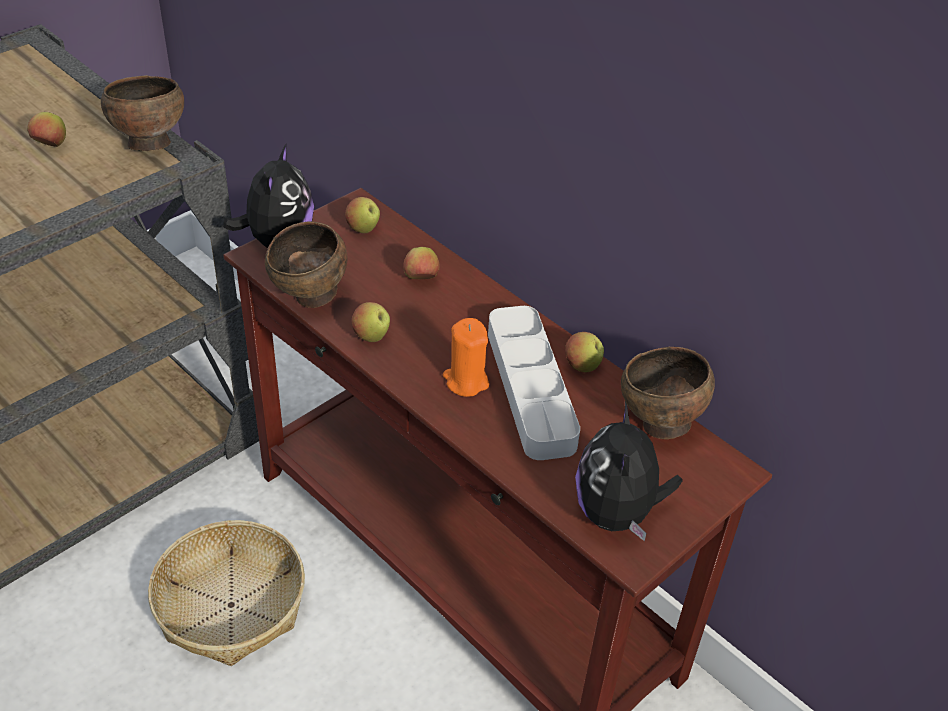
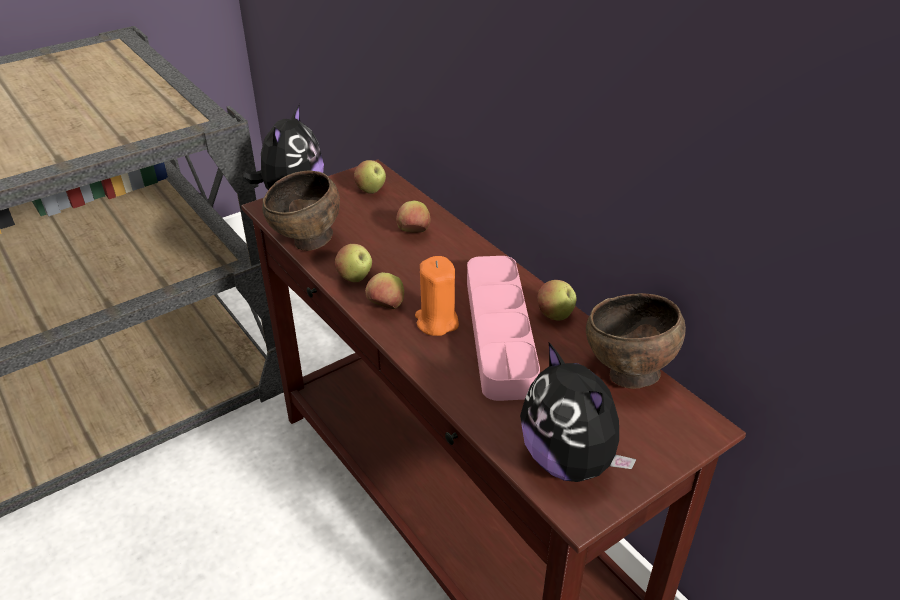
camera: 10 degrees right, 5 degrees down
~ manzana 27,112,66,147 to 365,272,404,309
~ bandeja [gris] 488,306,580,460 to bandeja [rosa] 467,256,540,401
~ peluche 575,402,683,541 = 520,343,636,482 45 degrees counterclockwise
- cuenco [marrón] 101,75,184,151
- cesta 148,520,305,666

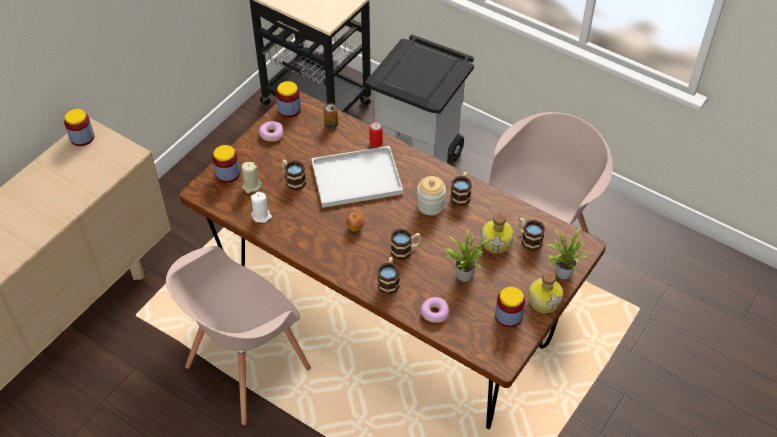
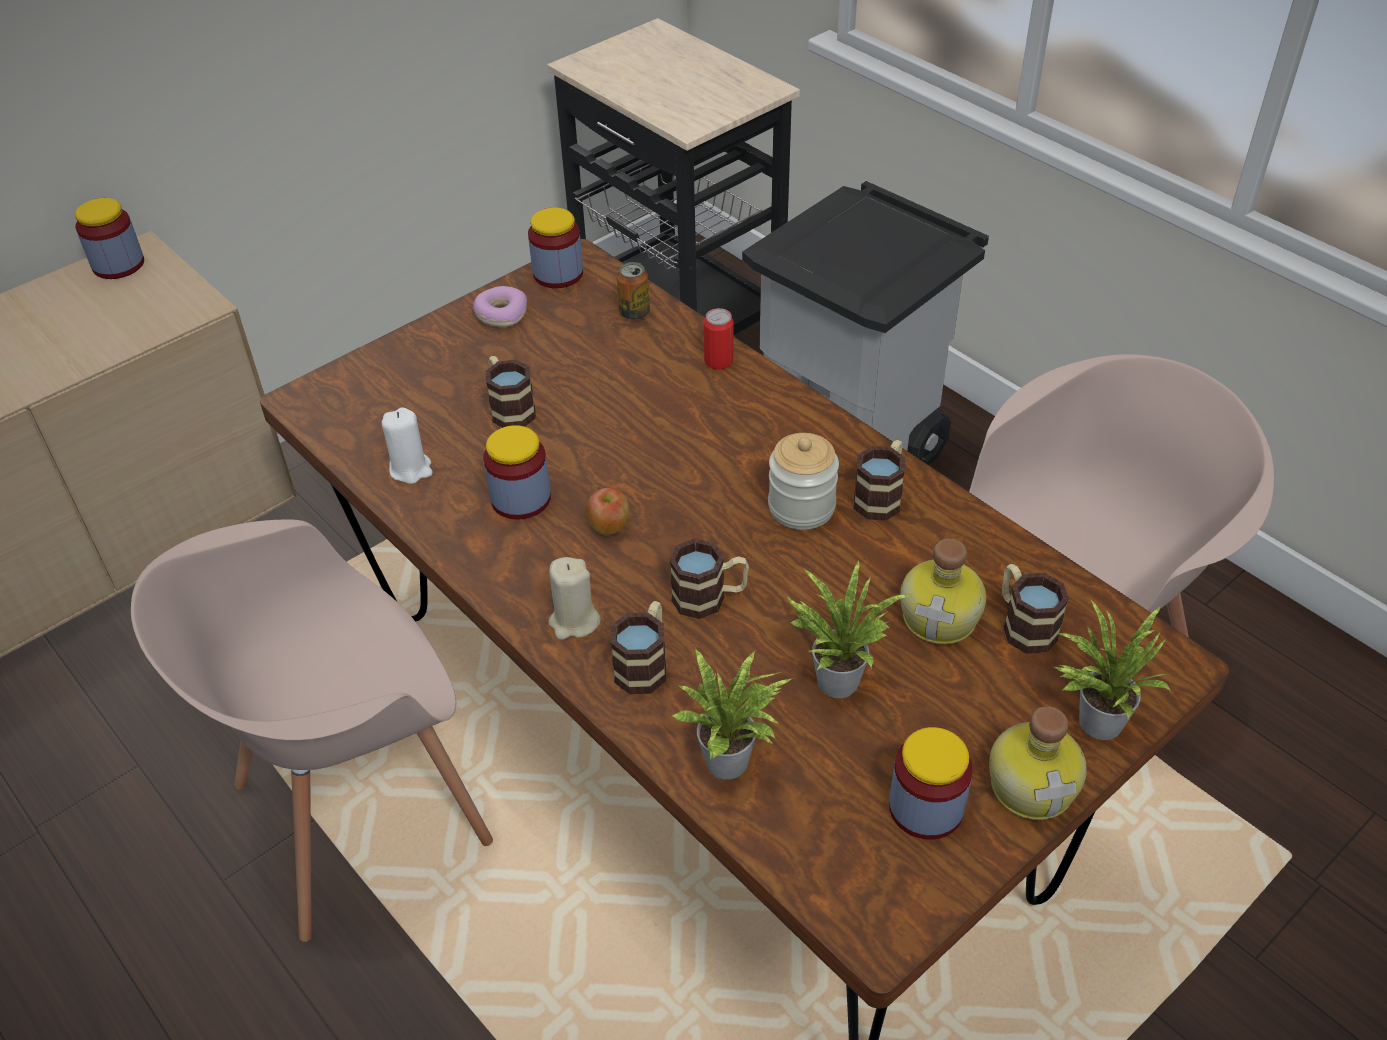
camera: 15 degrees right, 5 degrees down
~ tarro 212,145,240,183 to 483,425,551,520
~ vela [beis] 241,162,262,193 to 548,557,601,640
~ rosquilla 421,297,449,323 to planta en maceta 671,647,791,780
- bandeja [blanco] 311,146,403,208

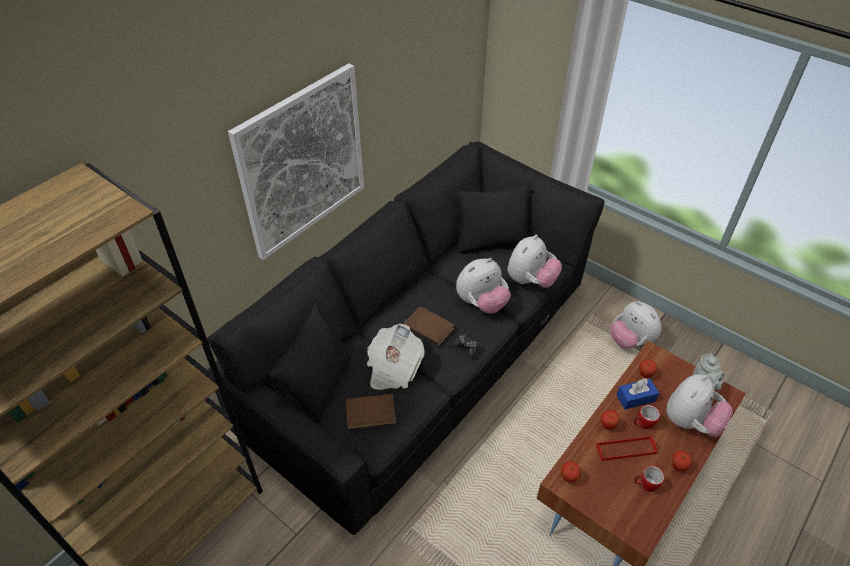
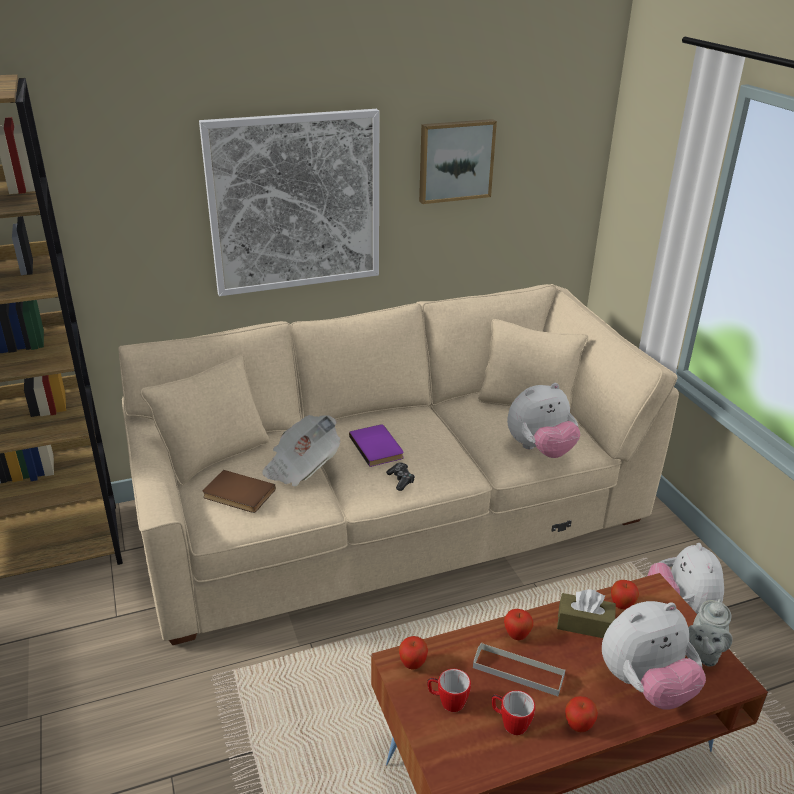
camera: 30 degrees right, 15 degrees down
~ sofá [negro] 207,141,605,535 to sofá [beis] 118,284,679,645
~ libro [marrón] 403,307,454,346 to libro [morado] 349,424,404,467
+ cuadro 419,119,497,204
~ taza grande 634,405,660,429 to 427,669,471,712
~ bandeja [rojo] 596,436,657,461 to bandeja [gris] 473,642,566,696
~ caja de pañuelos [azul] 616,379,659,409 to caja de pañuelos [marrón] 557,589,616,638
- peluche 456,258,511,314

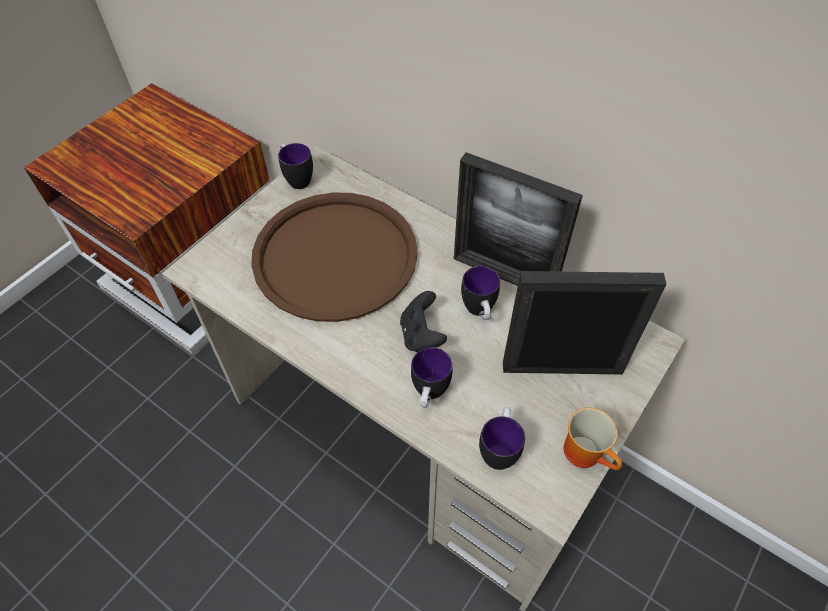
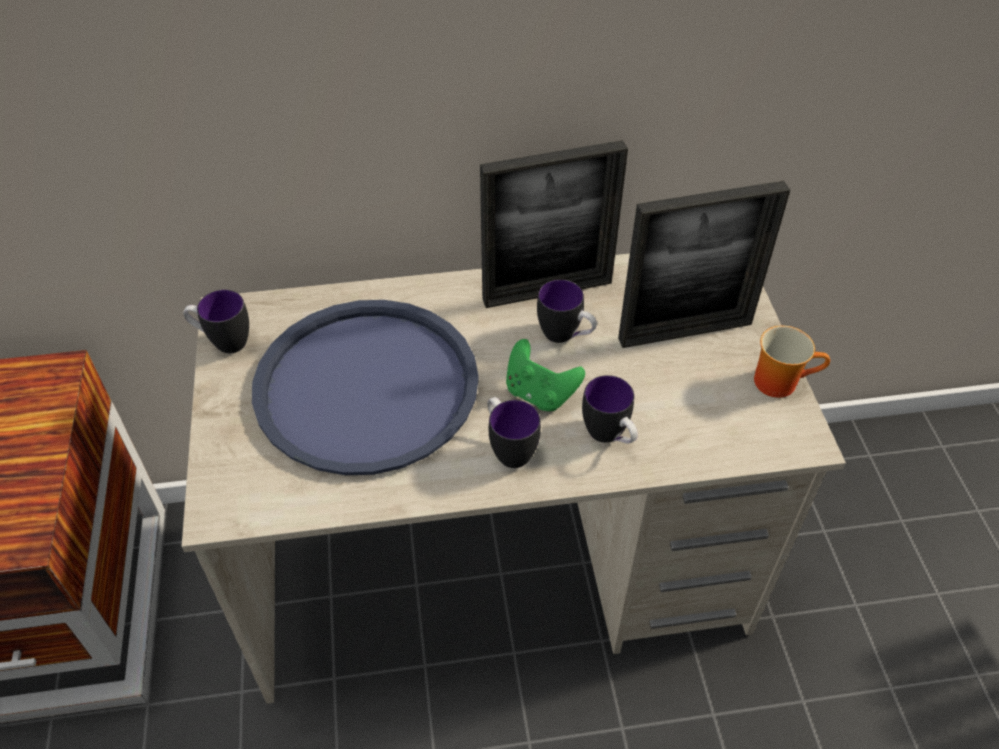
camera: 45 degrees left, 5 degrees down
~ bandeja [marrón] 251,193,417,322 to bandeja [azul] 252,300,479,475
~ taza grande 479,407,525,470 to 487,397,541,468
~ mando de consola [negro] 400,291,447,352 to mando de consola [verde] 506,339,585,411
~ portarretratos 503,271,666,374 = 618,181,790,348 150 degrees counterclockwise

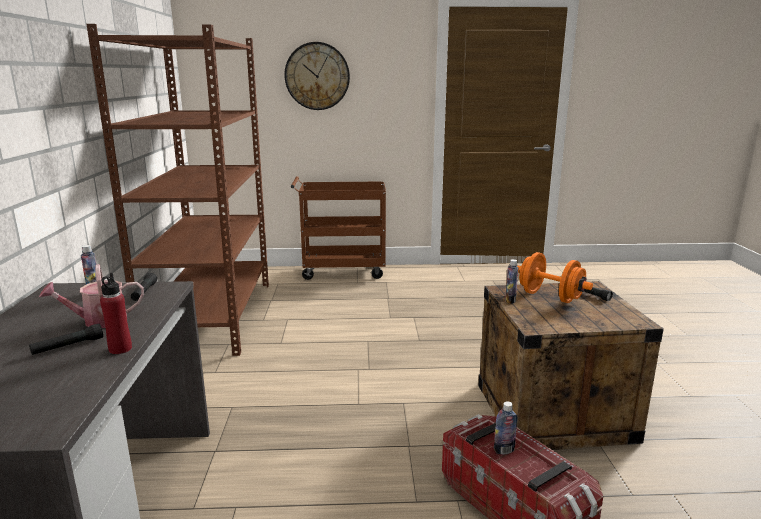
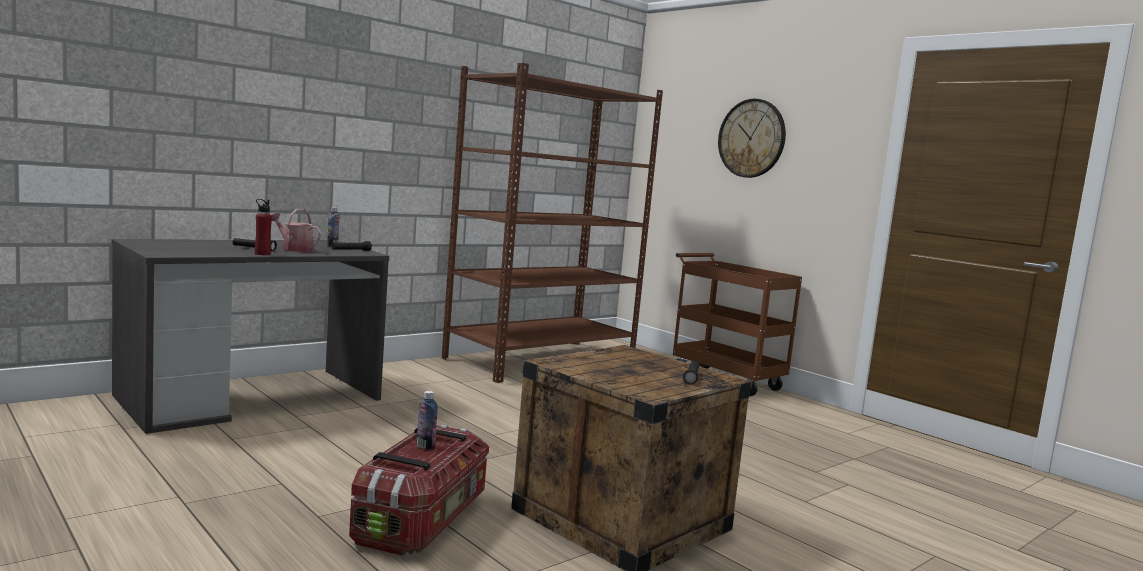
camera: 50 degrees right, 10 degrees down
- botella 505,259,519,304
- mancuerna [naranja] 517,252,593,303

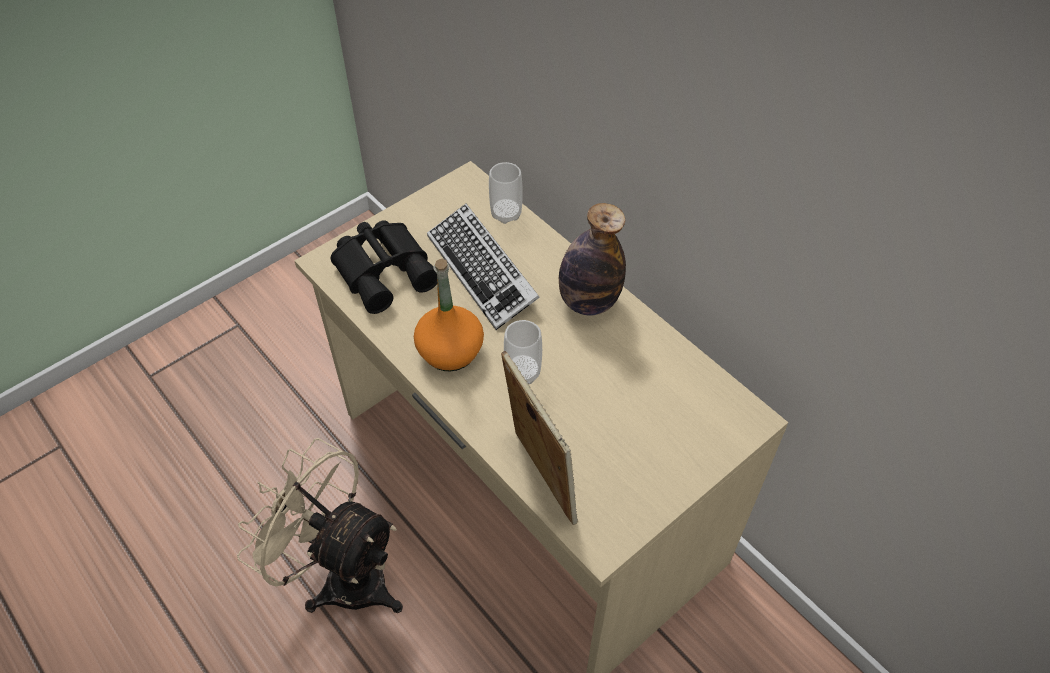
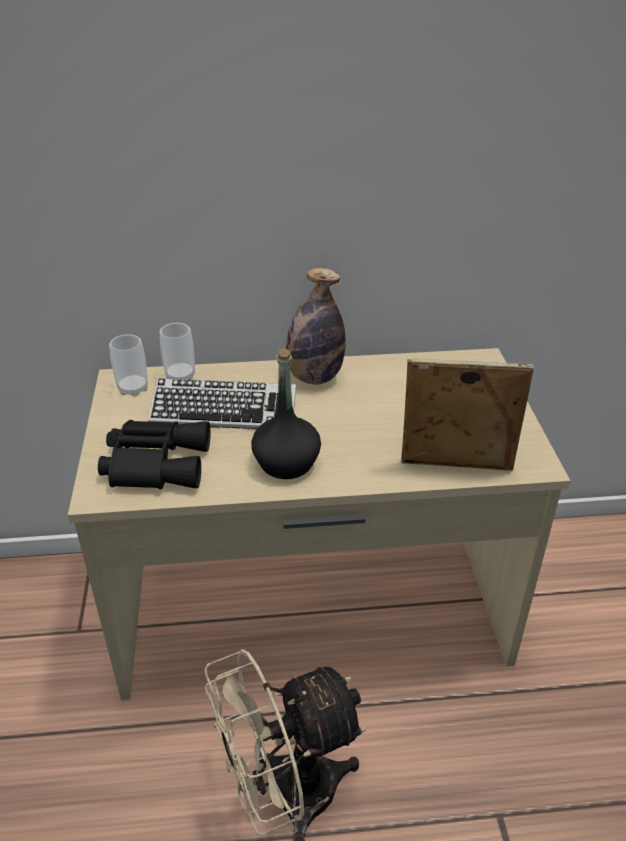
camera: 55 degrees left, 15 degrees down
~ taza 504,320,542,385 to 109,334,148,396
~ botella [naranja] 414,259,484,371 to botella [negro] 251,349,321,479

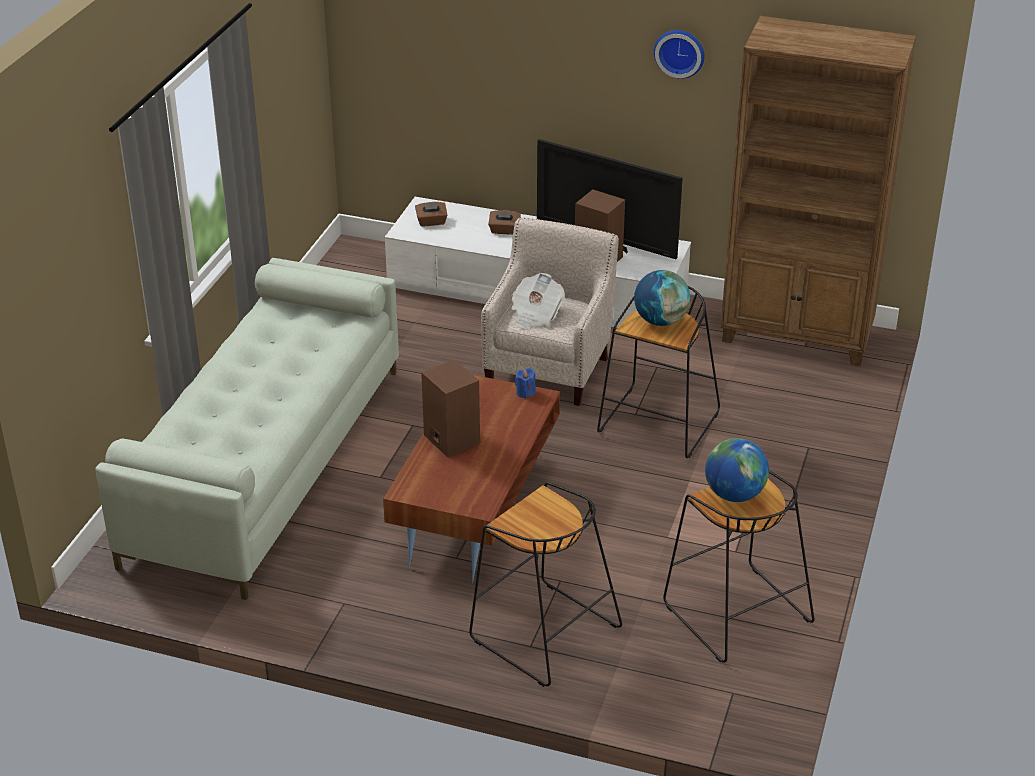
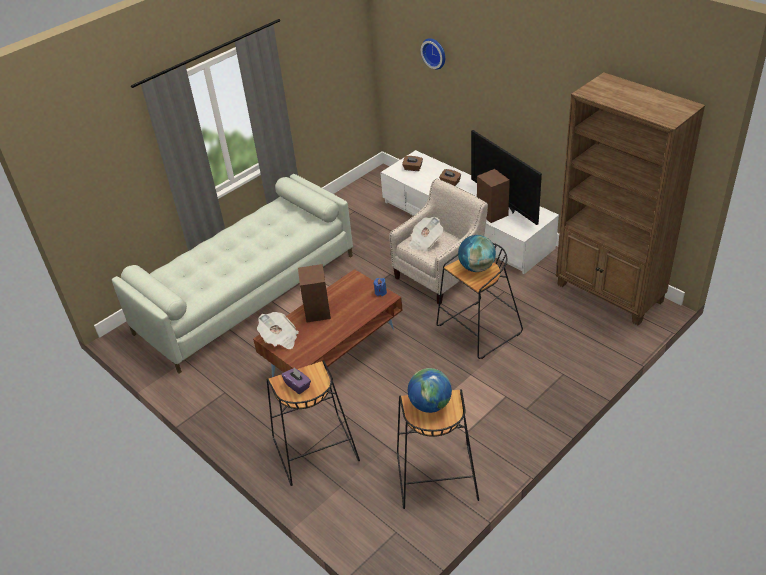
camera: 30 degrees right, 5 degrees up
+ periódico 257,312,299,349
+ caja de pañuelos [morado] 282,368,311,394
~ reloj de pared 654,30,705,79 to 421,38,445,69

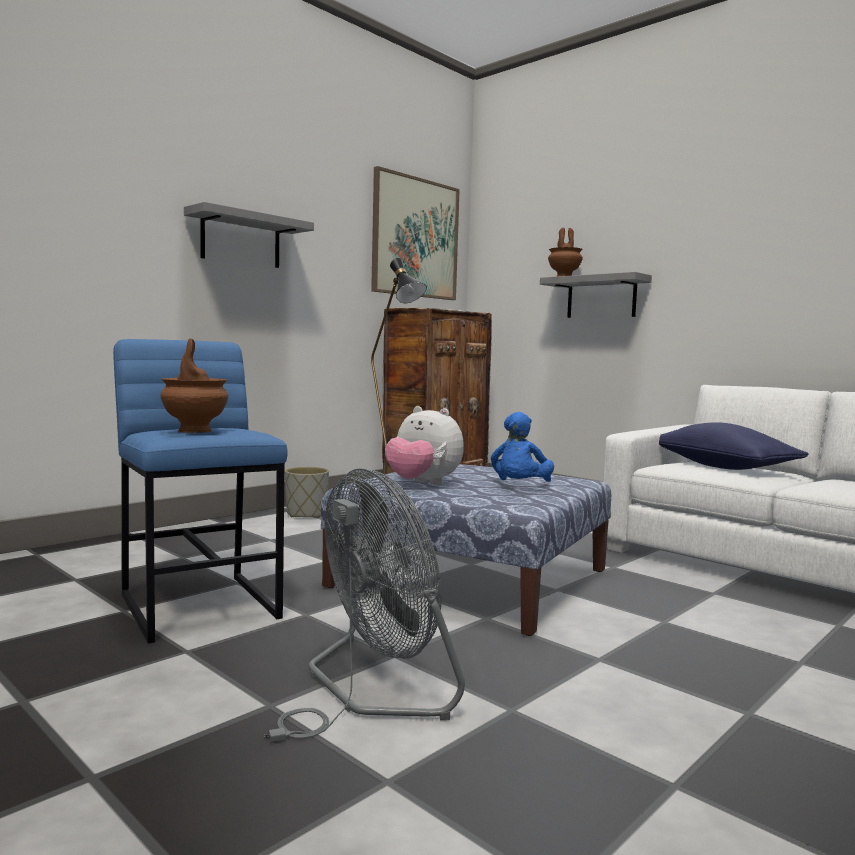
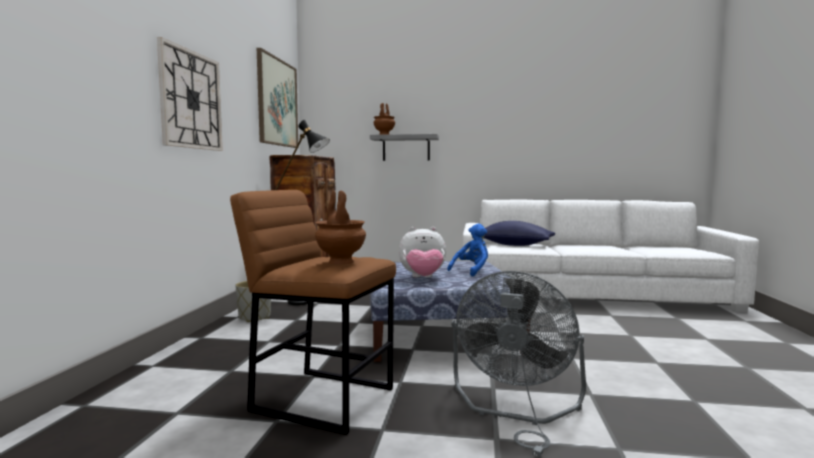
camera: 35 degrees left, 0 degrees up
~ estante [gris] 184,202,314,268 to reloj de pared 157,37,223,151
~ taburete [azul] 113,339,287,644 to taburete [marrón] 230,190,396,435
~ peluche [azul] 491,412,554,482 = 447,224,488,277 120 degrees counterclockwise

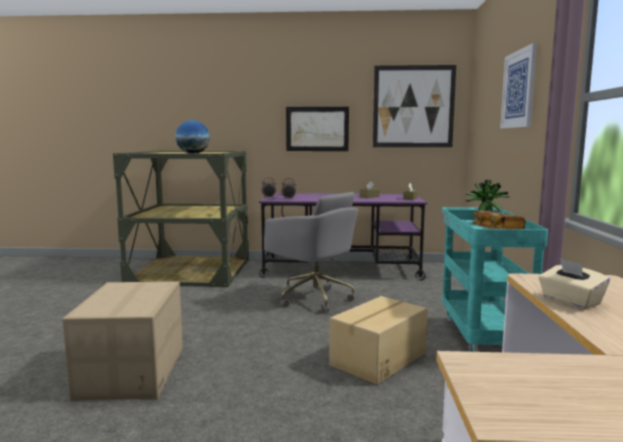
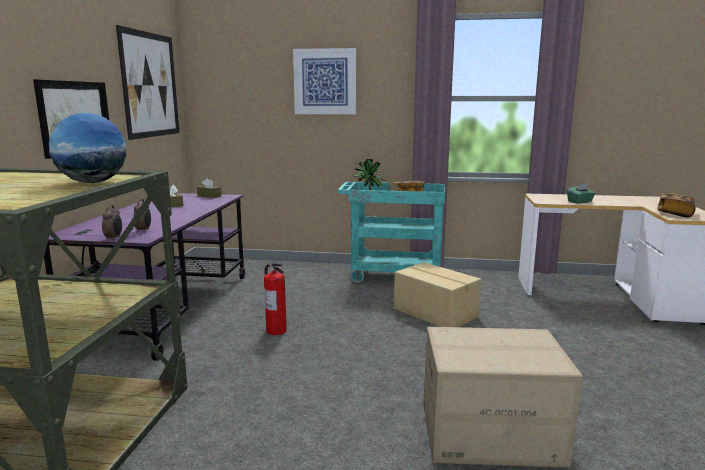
camera: 85 degrees left, 5 degrees up
~ silla de oficina [gris] 264,192,358,312 to extintor 264,263,287,335
~ caja de pañuelos [beis] 539,258,610,309 to caja de pañuelos [verde] 567,184,596,204
+ libro 657,193,695,218

